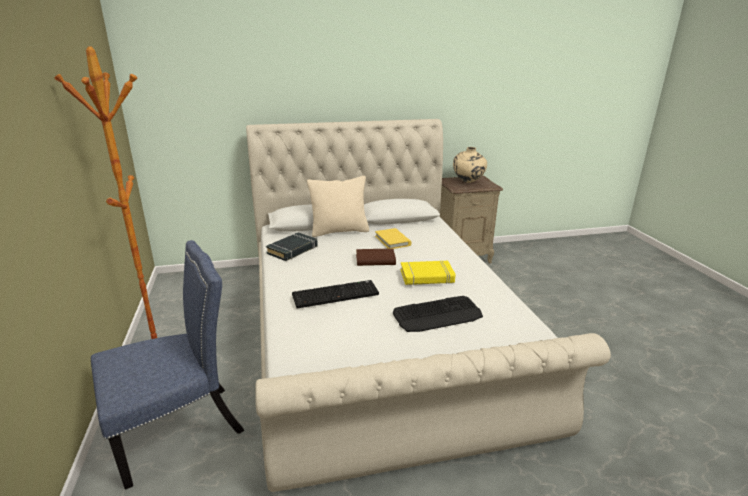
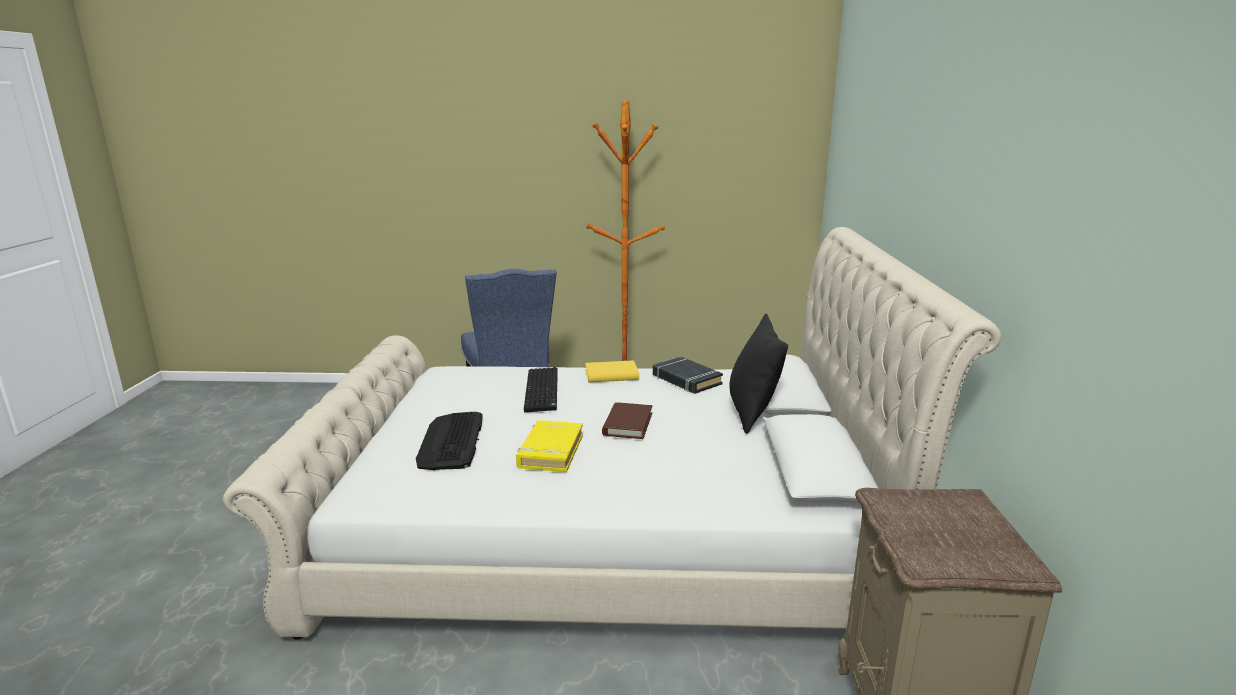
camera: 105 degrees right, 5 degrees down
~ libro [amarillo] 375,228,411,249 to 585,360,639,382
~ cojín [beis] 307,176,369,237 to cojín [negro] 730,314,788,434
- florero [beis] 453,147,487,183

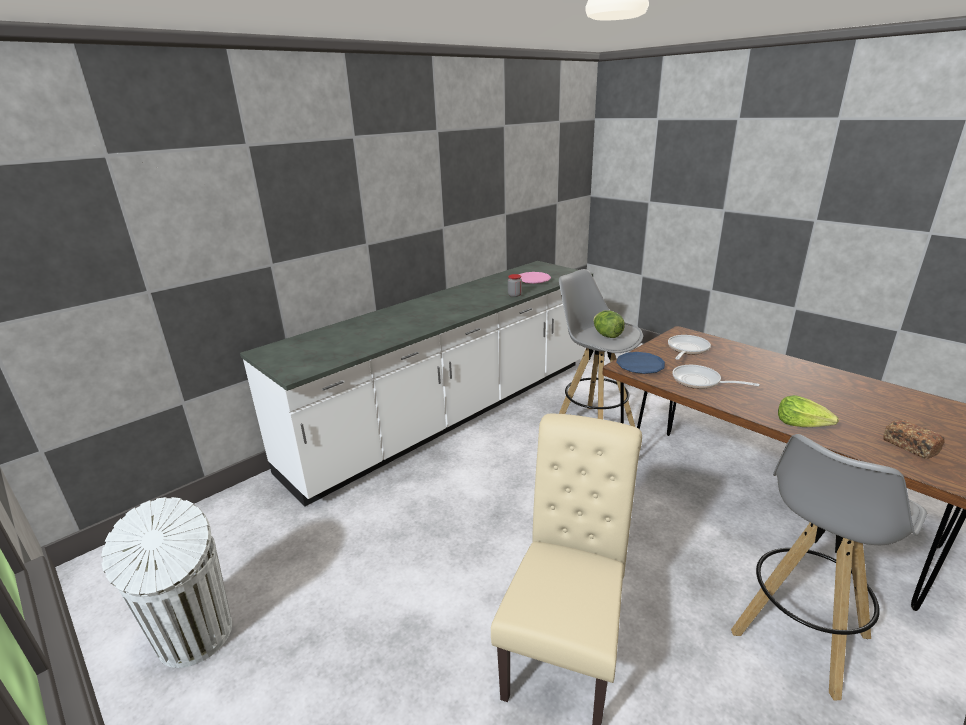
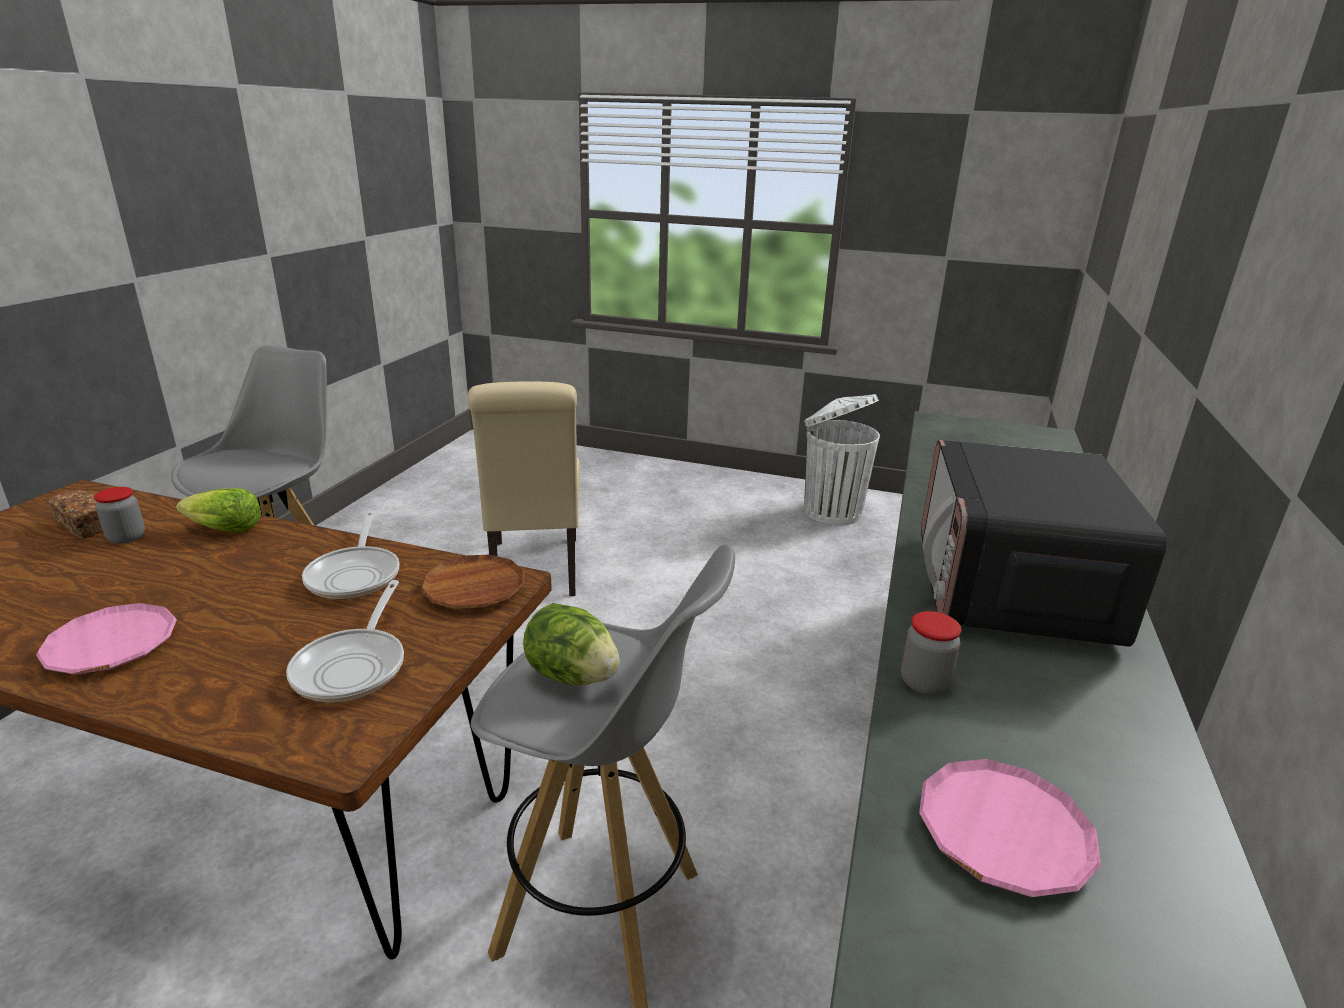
camera: 150 degrees right, 0 degrees up
+ plato [rosa] 36,603,177,675
+ tarro 94,487,145,544
~ sartén 673,365,760,389 = 302,510,400,599 75 degrees clockwise
~ plato [azul] 616,352,665,374 to plato [marrón] 421,554,525,610
+ microondas 921,440,1167,647

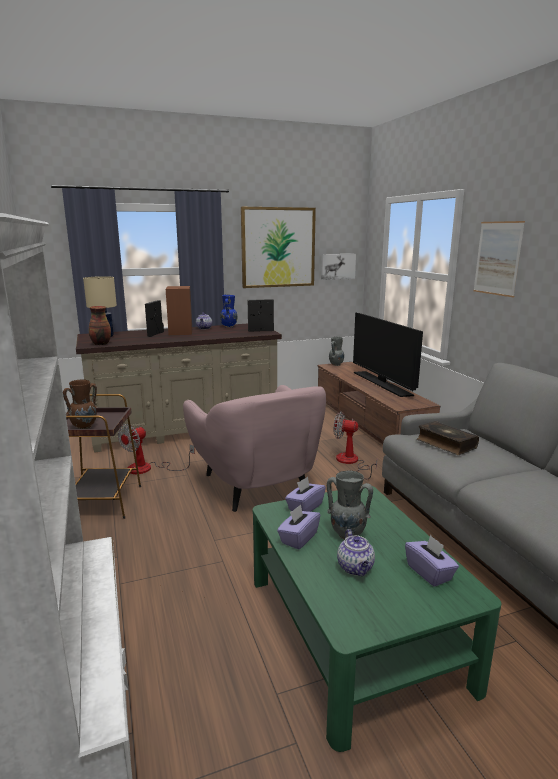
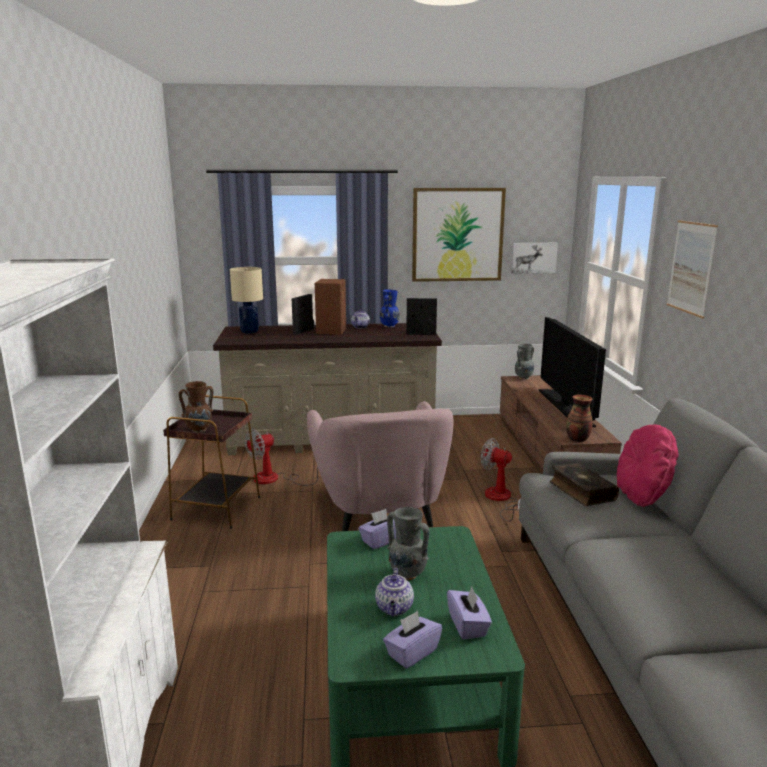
camera: 15 degrees right, 0 degrees up
~ caja de pañuelos [morado] 277,504,320,550 to 383,611,442,669
~ florero 89,306,111,345 to 566,395,593,442
+ cojín [rosa] 617,424,679,507

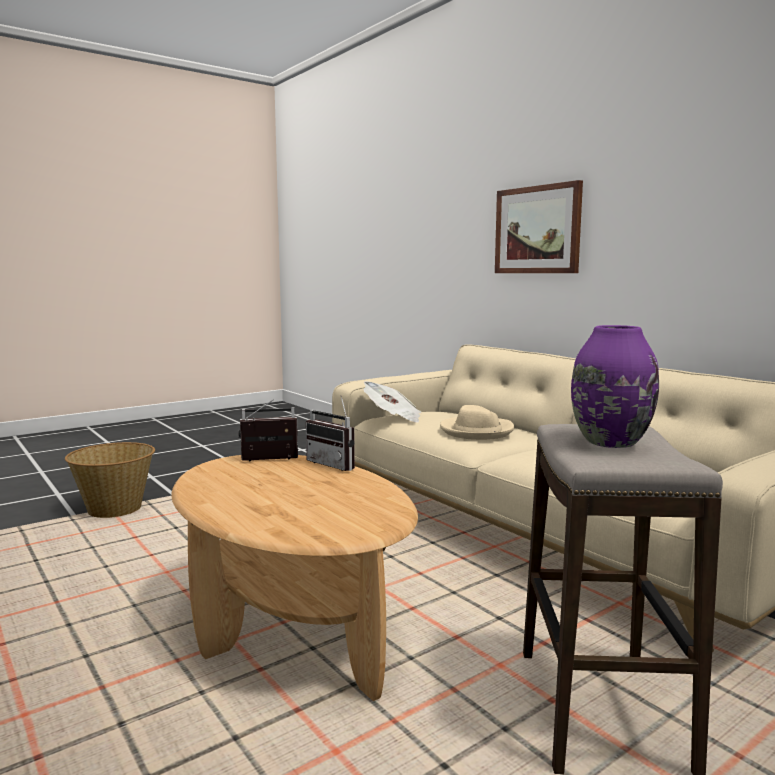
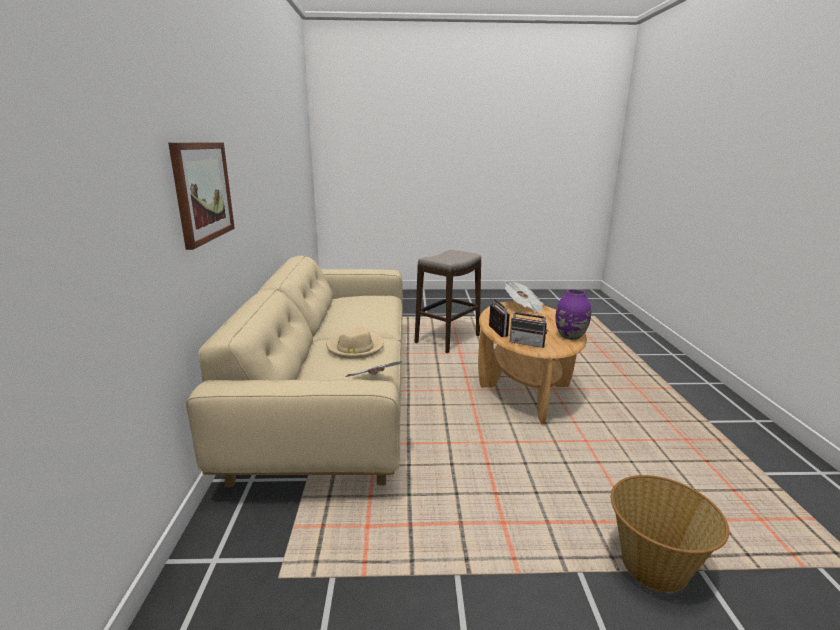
camera: 145 degrees left, 10 degrees up
+ periódico 505,281,543,313
~ florero [morado] 571,325,659,448 to 556,289,591,340

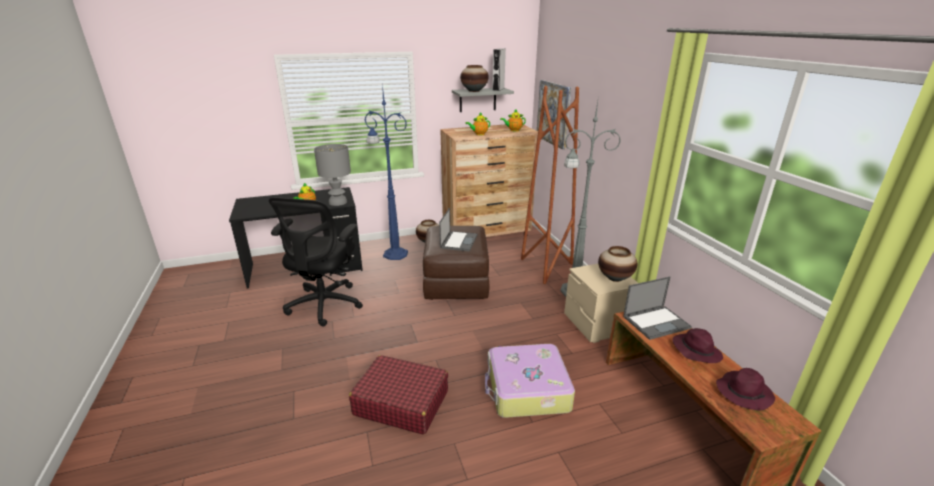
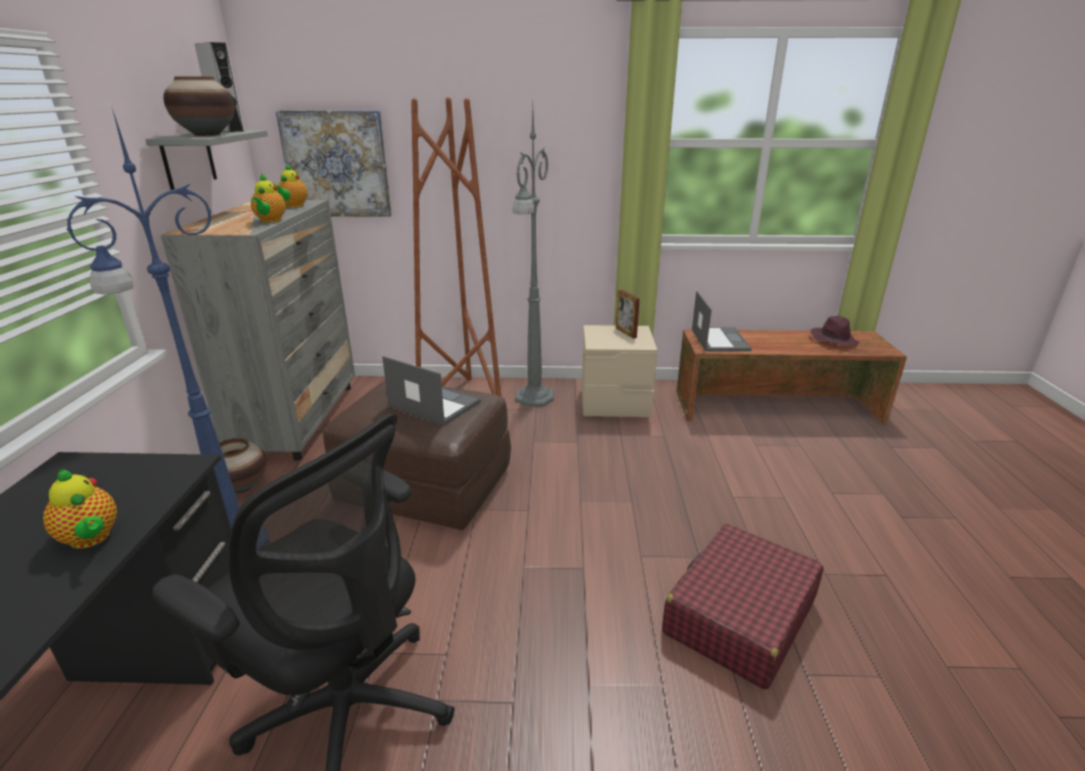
camera: 70 degrees left, 0 degrees up
~ cómoda [marrón] 441,124,538,237 to cómoda [gris] 161,200,355,461
~ florero 598,246,637,282 to portarretratos 616,290,640,339
- lámpara de mesa [gris] 314,144,351,206
- maleta 485,344,575,418
- sombrero [morado] 672,328,723,363

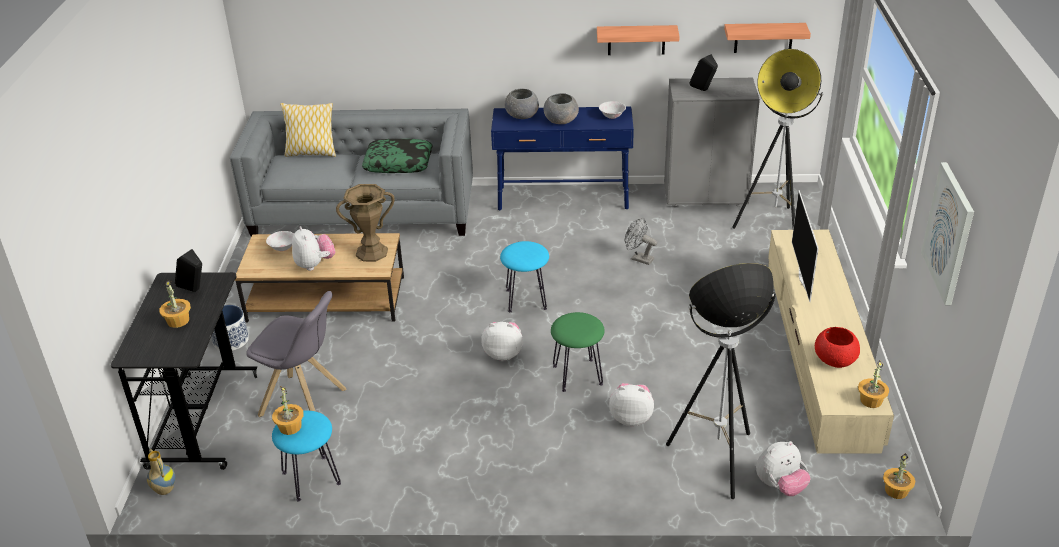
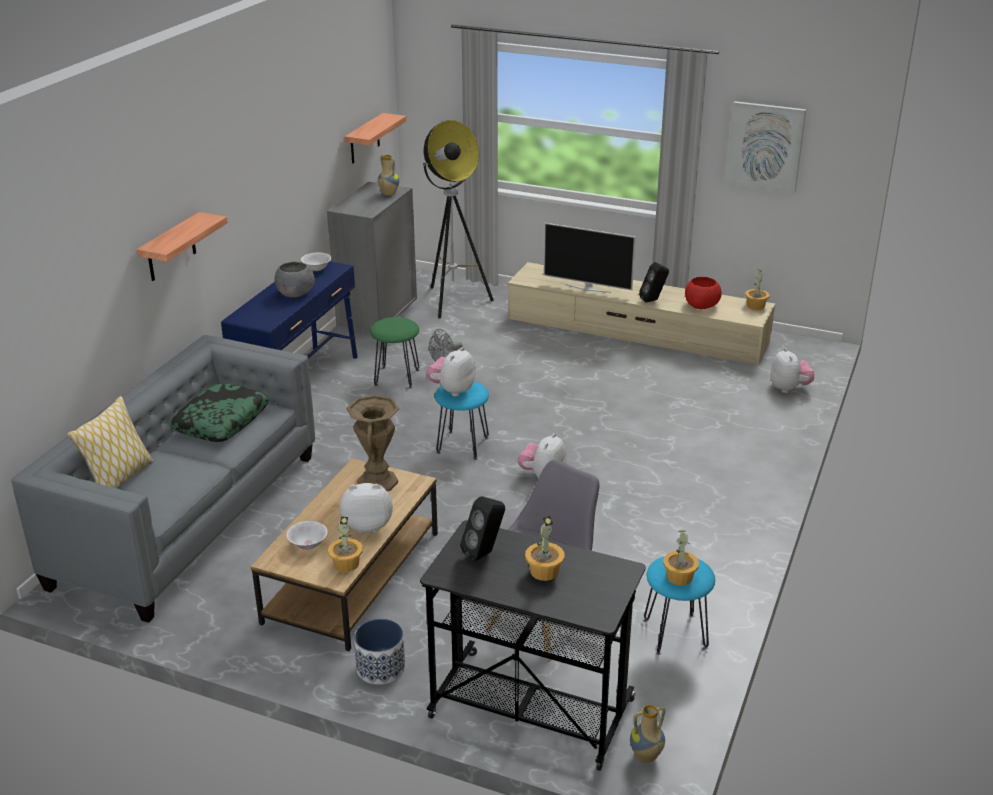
camera: 70 degrees left, 5 degrees down
~ estante 597,25,680,55 to 137,212,228,281
~ planta en maceta 883,453,915,499 to 328,516,363,572
~ taburete [verde] 551,312,605,392 to 370,317,419,388
+ florero 378,155,399,196
~ peluche 609,383,654,426 to 426,347,476,396
~ altavoz [negro] 690,54,718,91 to 639,262,669,302
- cuenco [gris] 504,89,539,119
- lámpara de pie 666,263,776,499

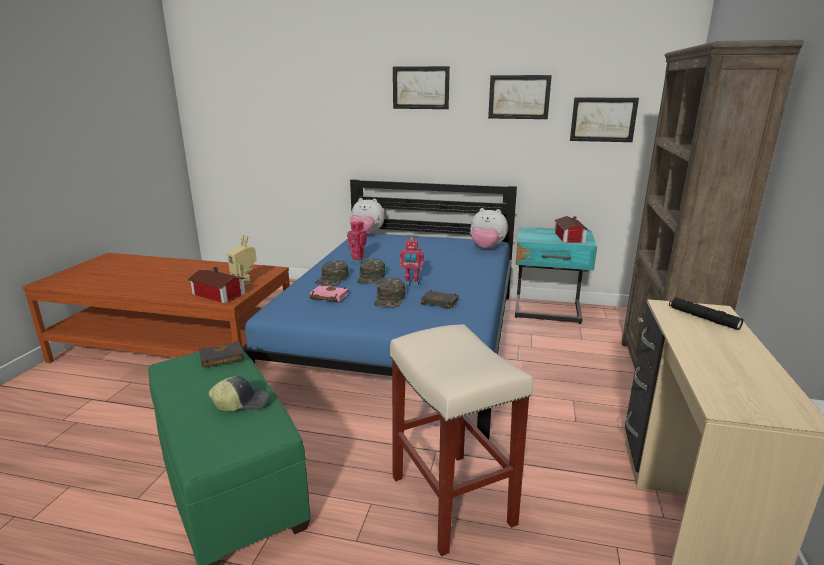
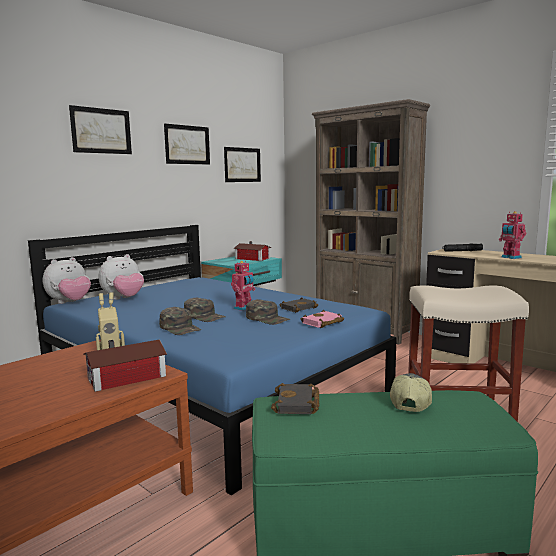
camera: 60 degrees left, 10 degrees down
~ peluche 470,208,508,248 to 99,254,144,300
~ libro [rosa] 309,284,348,302 to 300,310,344,328
~ robot de juguete 347,220,367,264 to 499,211,526,259

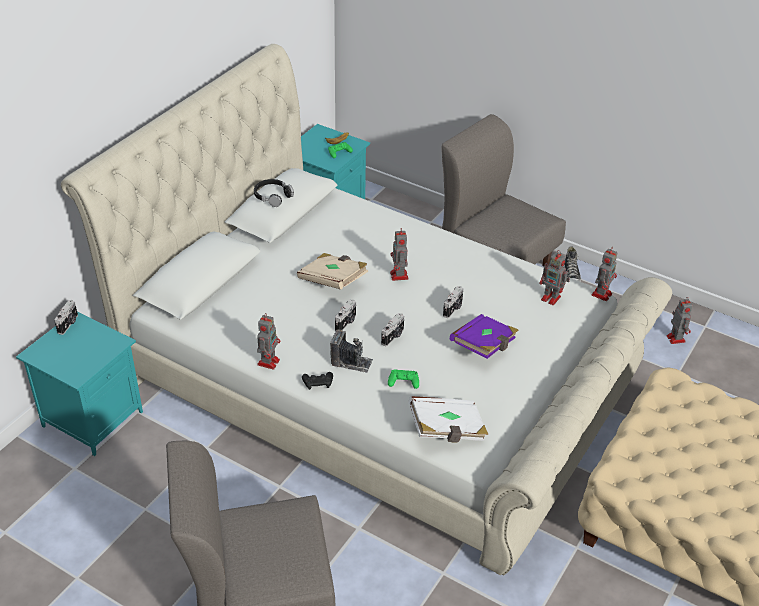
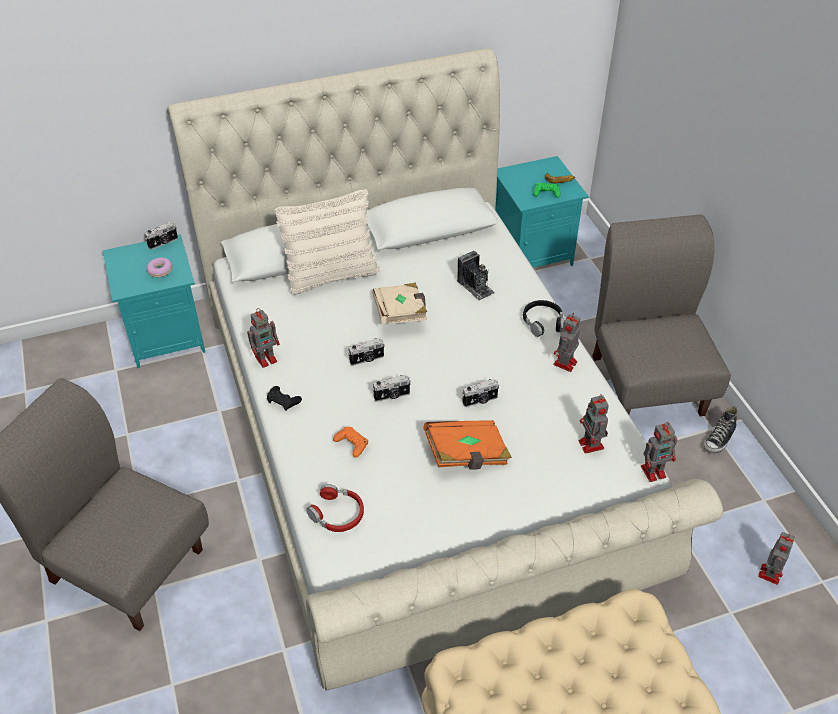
camera: 40 degrees right, 5 degrees up
+ rosquilla 147,257,172,277
+ cojín [beis] 275,189,380,295
~ libro [blanco] 408,396,488,442 to auriculares [rojo] 306,484,364,532
~ mando de consola [verde] 388,369,419,389 to mando de consola [naranja] 333,426,368,458
~ libro [morado] 450,314,518,359 to libro [naranja] 423,420,512,470
~ cámara 330,329,373,373 to 457,251,495,301
~ auriculares [negro] 254,179,294,207 to 523,300,564,337
~ robot de juguete 390,228,408,281 to 554,314,580,372

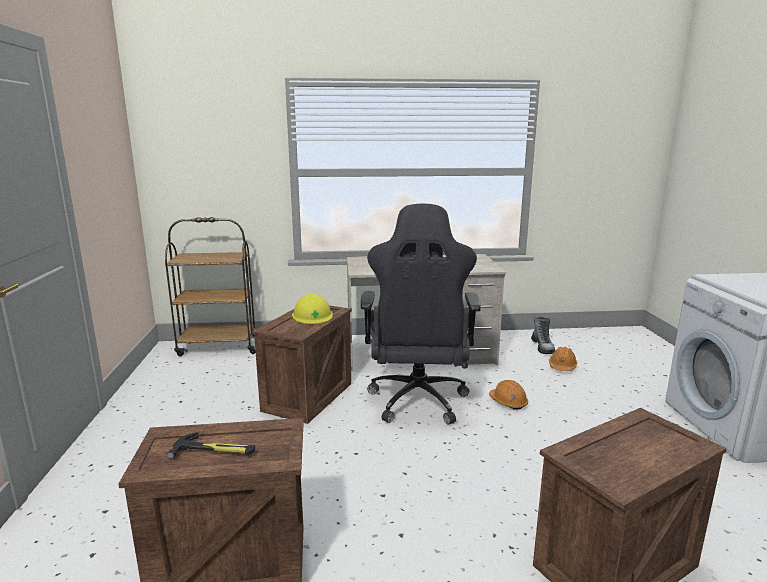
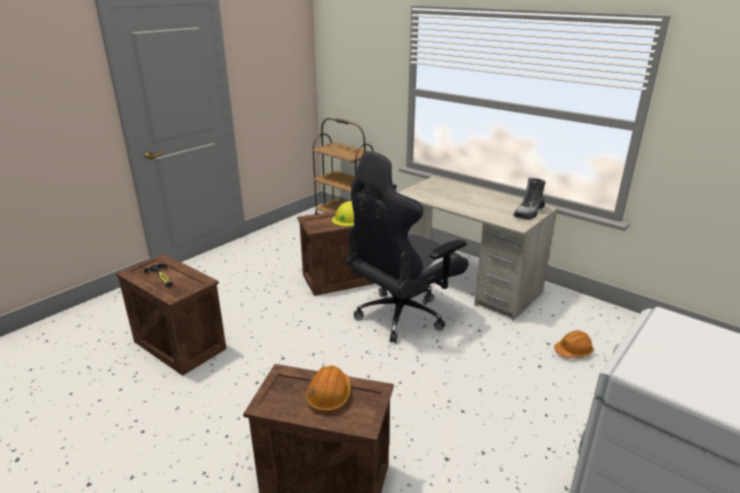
camera: 45 degrees right, 10 degrees up
~ casco [naranja] 489,380,528,410 to 306,365,351,412
~ bota 531,317,555,354 to 513,178,546,219

